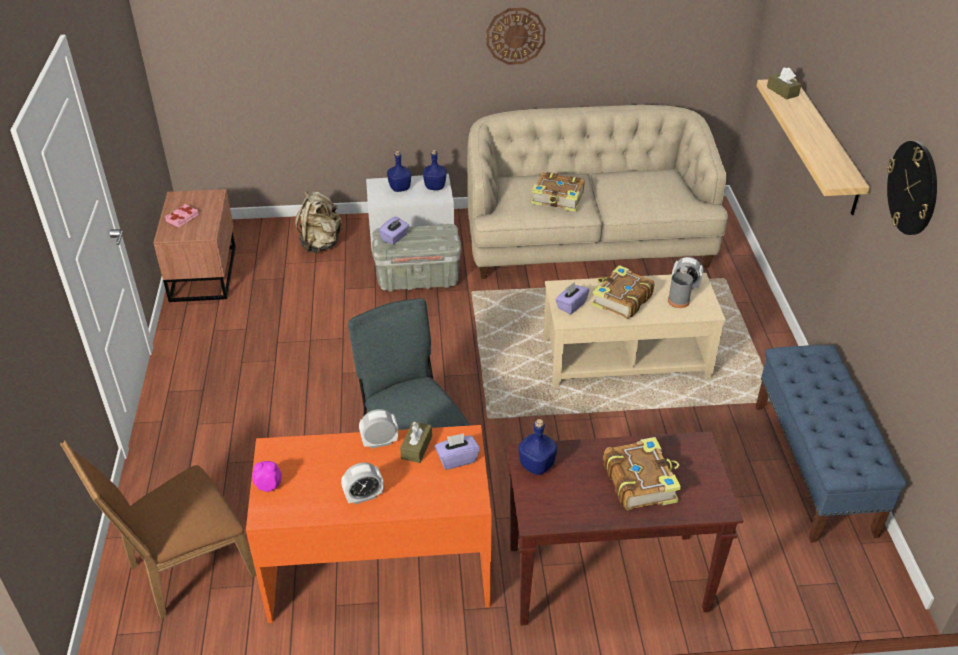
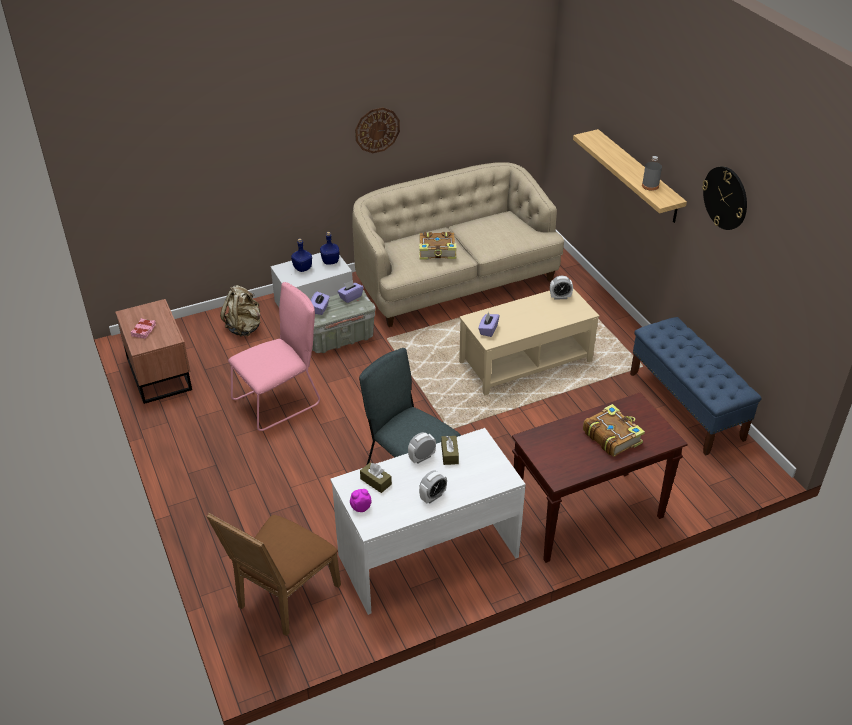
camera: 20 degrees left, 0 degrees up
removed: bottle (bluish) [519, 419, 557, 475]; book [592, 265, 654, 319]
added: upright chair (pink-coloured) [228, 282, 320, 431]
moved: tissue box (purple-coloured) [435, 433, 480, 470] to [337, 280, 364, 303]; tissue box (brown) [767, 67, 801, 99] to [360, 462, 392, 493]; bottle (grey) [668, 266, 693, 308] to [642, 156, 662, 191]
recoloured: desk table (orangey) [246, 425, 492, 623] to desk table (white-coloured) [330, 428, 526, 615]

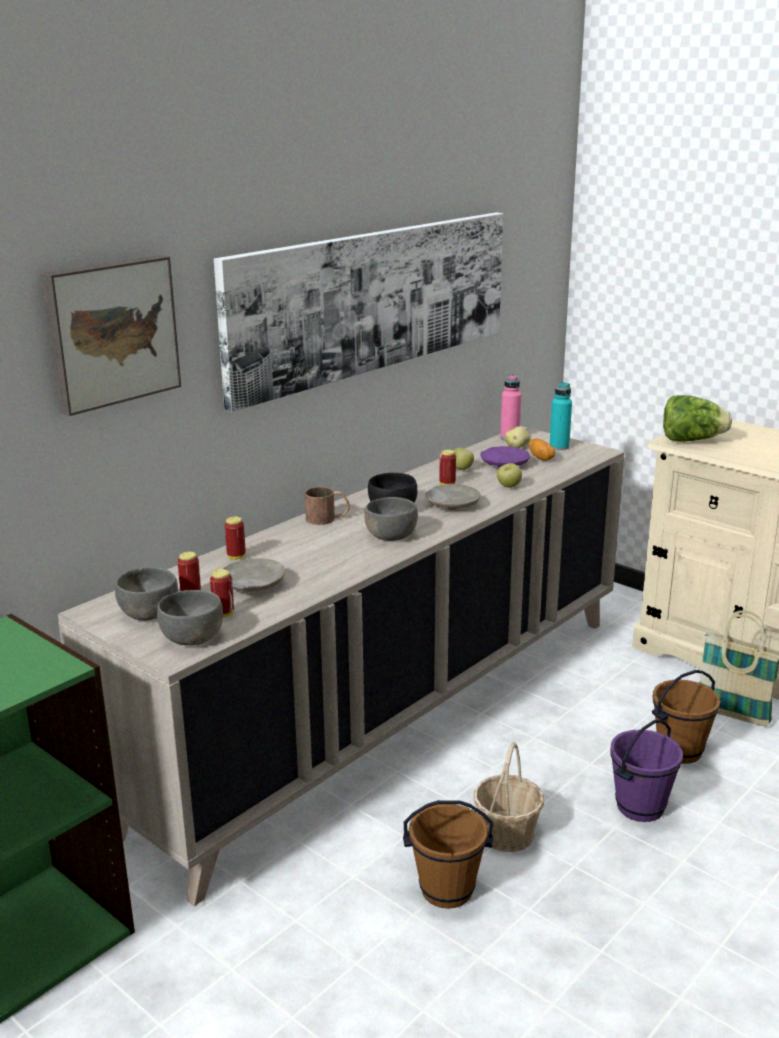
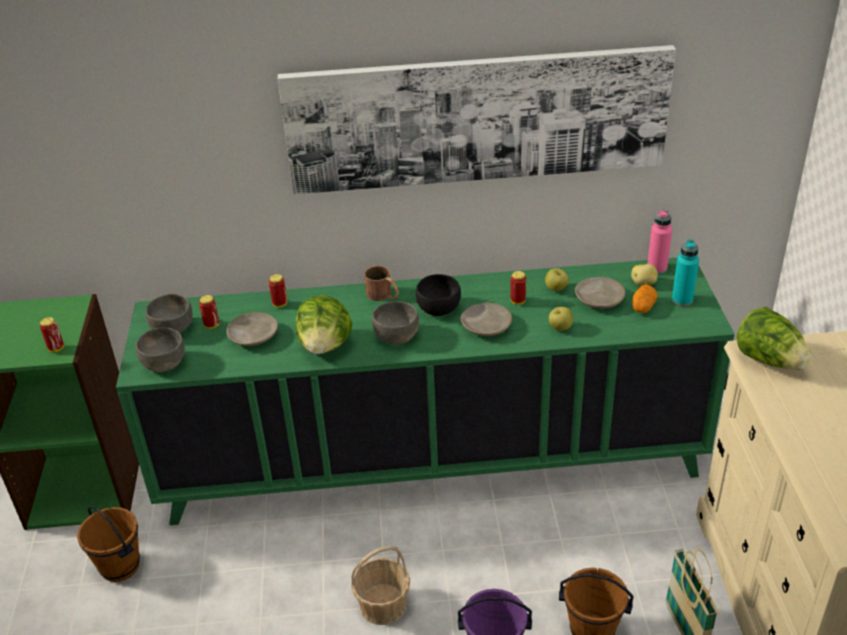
camera: 45 degrees right, 15 degrees up
removed: picture [41, 255, 181, 416]
added: lettuce [295, 295, 353, 354]
moved: sealed can [210, 569, 234, 617] to [40, 317, 64, 352]; pail (brown) [403, 800, 493, 909] to [77, 506, 140, 582]
recoloured: storage cabinet (beige-coloured) [58, 426, 625, 906] to storage cabinet (green) [116, 257, 735, 525]; plate (purple-coloured) [480, 446, 530, 468] to plate (beige-coloured) [575, 277, 625, 309]

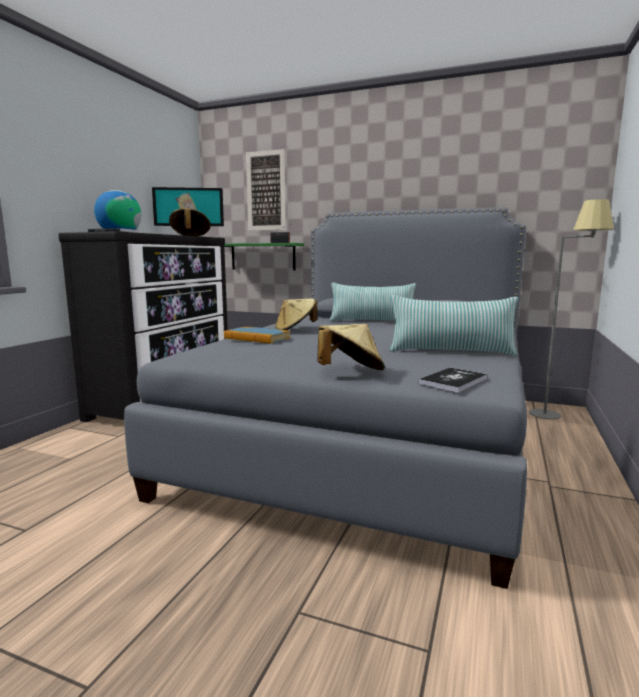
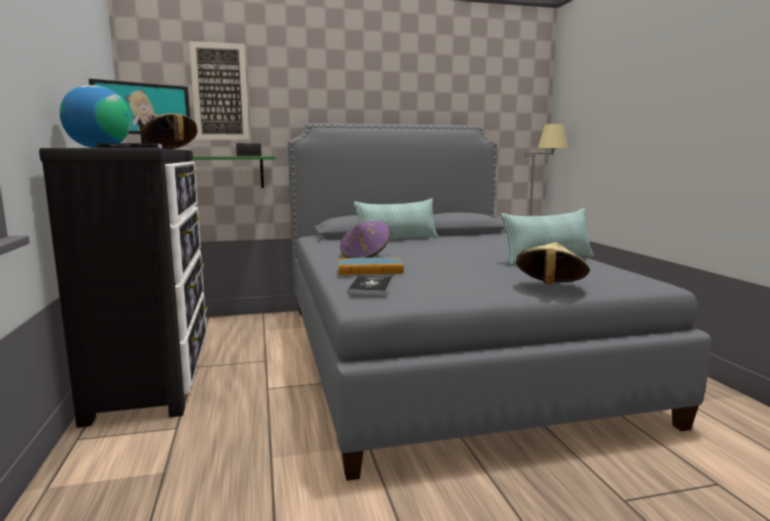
camera: 35 degrees left, 0 degrees up
moved: book [418, 368, 488, 393] to [347, 276, 392, 295]
recoloured: clothing hat (beige-coloured) [275, 298, 318, 330] to clothing hat (purple-coloured) [340, 221, 391, 258]

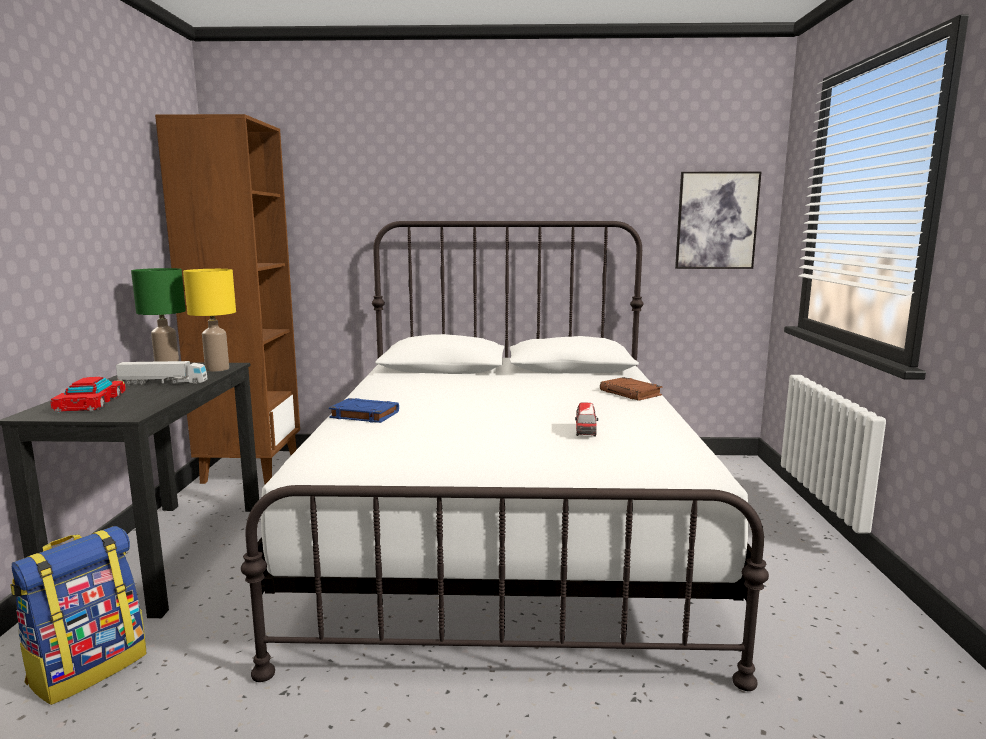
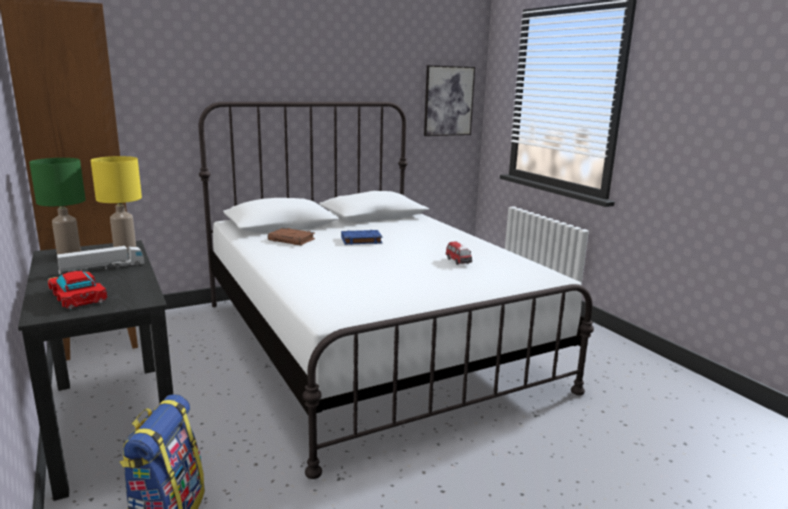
camera: 30 degrees left, 5 degrees up
moved: book (brown) [600, 377, 663, 401] to [268, 228, 315, 245]; book (bluish) [329, 398, 399, 423] to [341, 230, 383, 245]

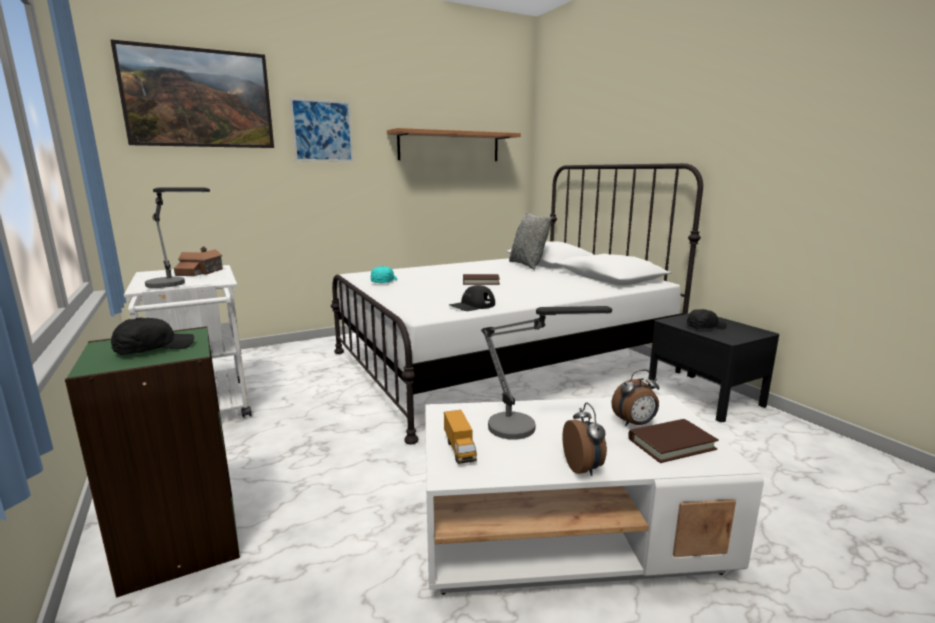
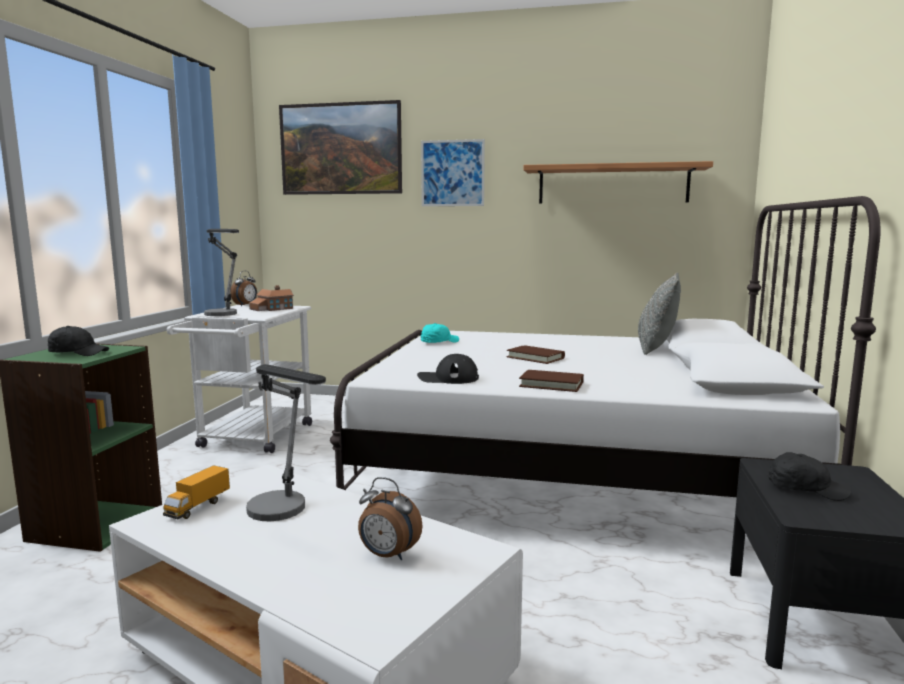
camera: 40 degrees right, 5 degrees down
moved: alarm clock [563, 403, 607, 476] to [230, 271, 257, 306]; book (brown) [628, 419, 719, 463] to [519, 370, 584, 392]

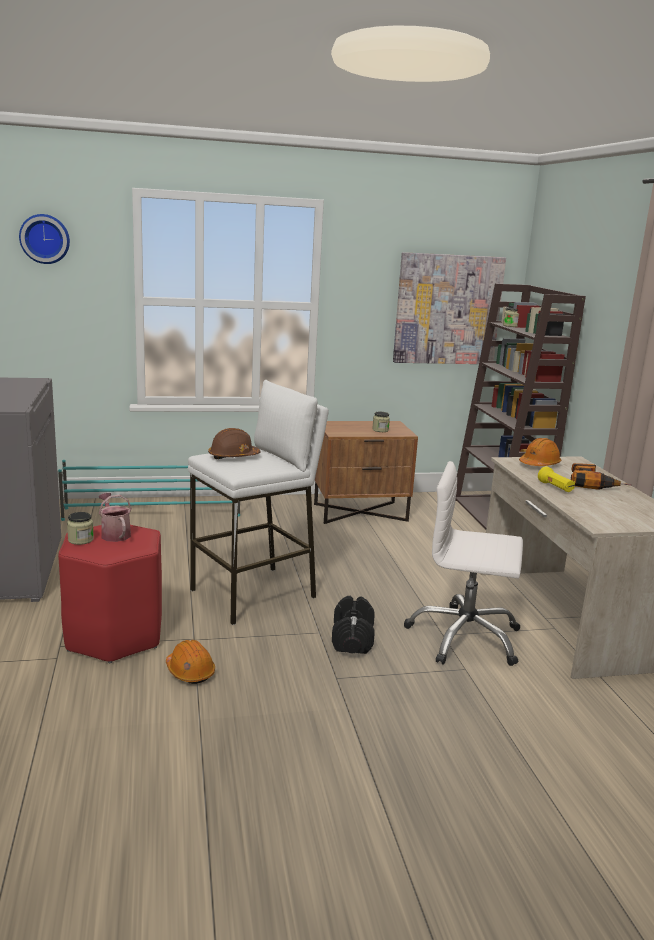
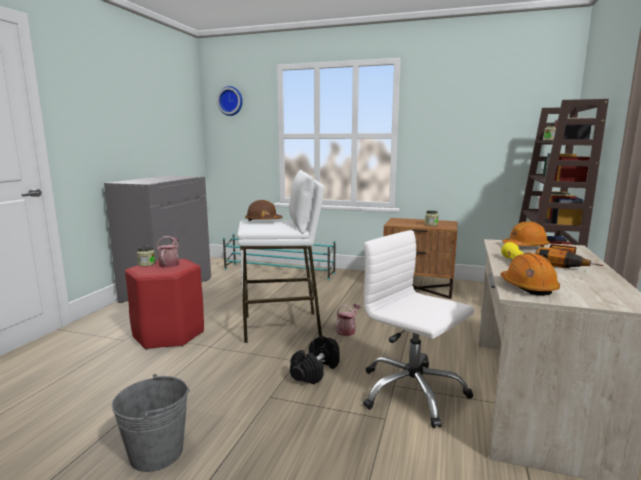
camera: 30 degrees right, 5 degrees down
removed: picture [393, 252, 506, 364]
added: pail (grey) [112, 374, 190, 472]; watering pot [336, 304, 361, 336]
moved: hard hat (orangey) [166, 640, 215, 684] to [500, 253, 560, 296]

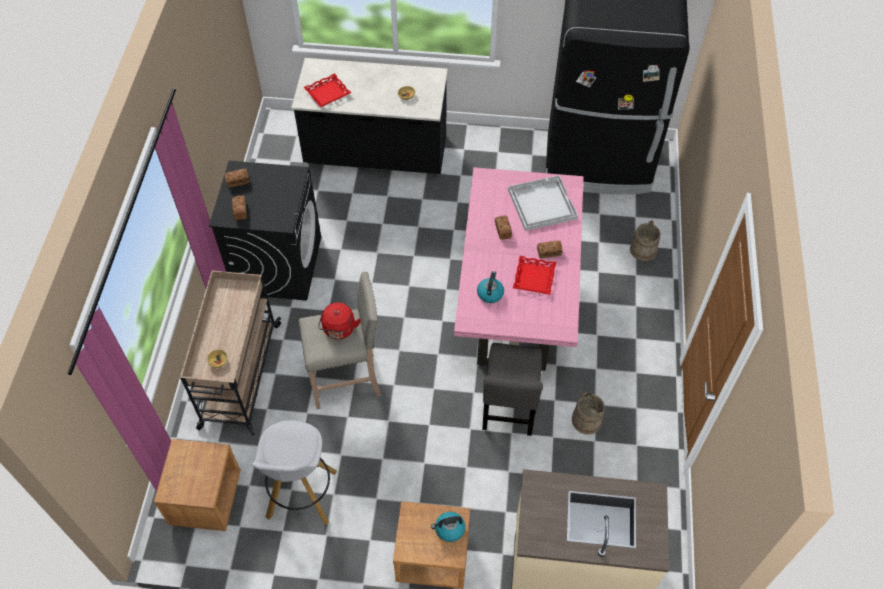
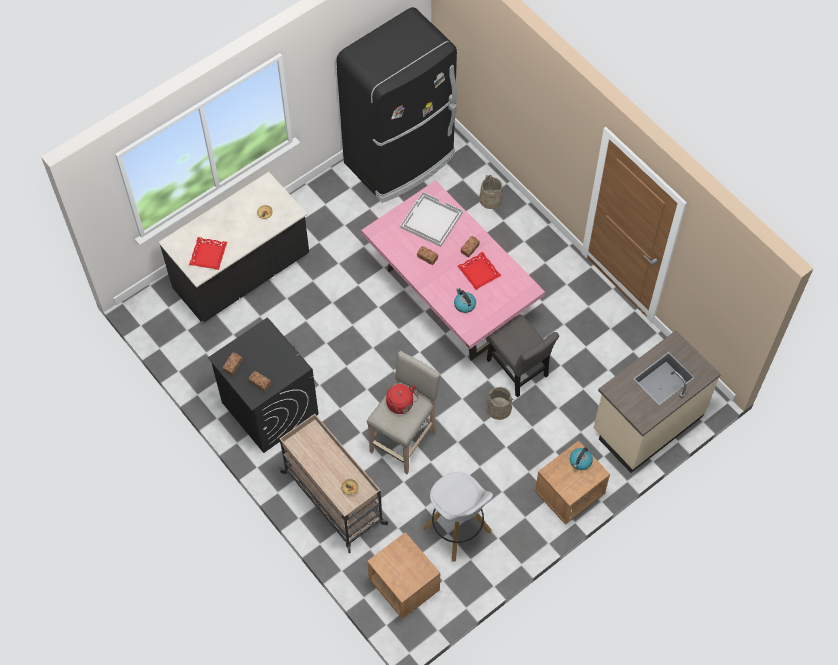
camera: 45 degrees left, 5 degrees up
moved: pail (beige-coloured) [572, 392, 605, 435] to [487, 387, 513, 420]

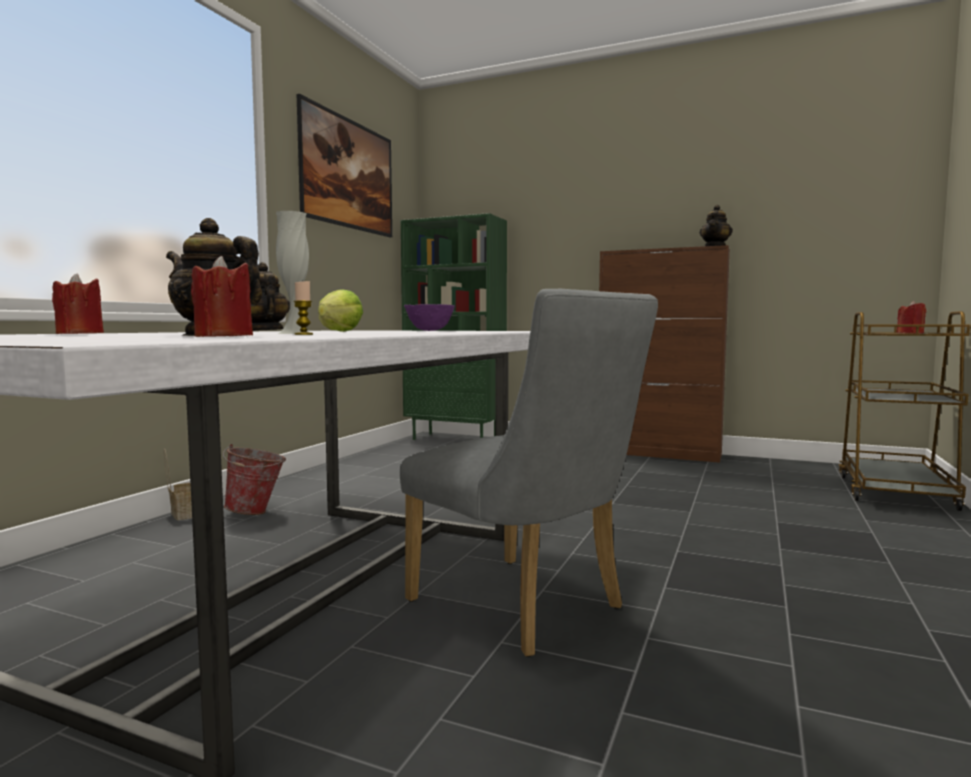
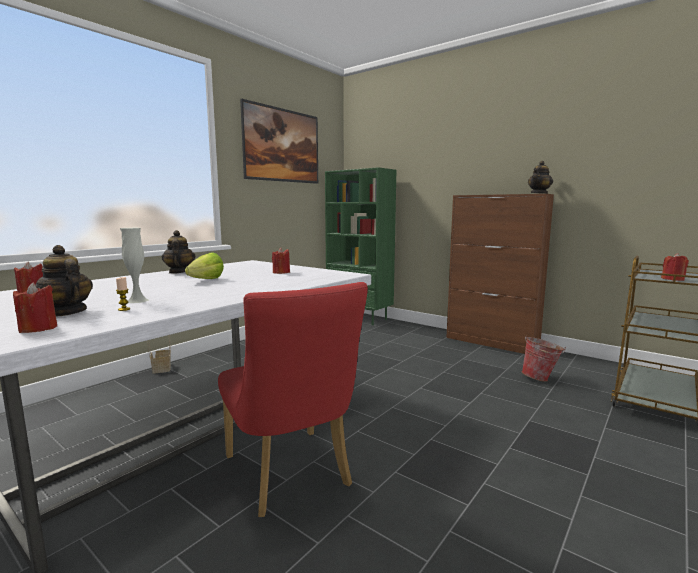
camera: 15 degrees right, 5 degrees up
moved: pail [223, 444, 286, 515] to [521, 336, 566, 382]
replaced: serving bowl (purple-coloured) [404, 304, 455, 331] to candle (reddish) [272, 248, 290, 274]
recoloured: upright chair (grey) [400, 289, 658, 657] to upright chair (reddish) [218, 282, 368, 517]

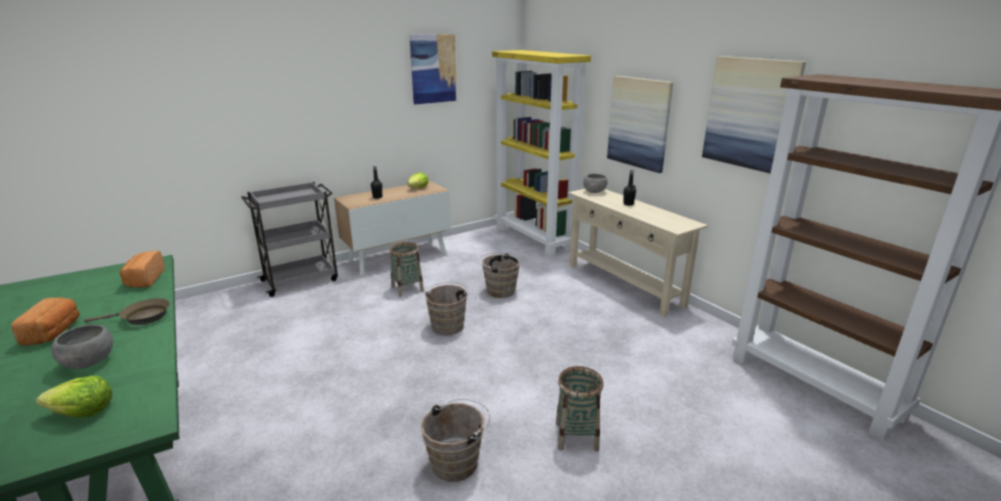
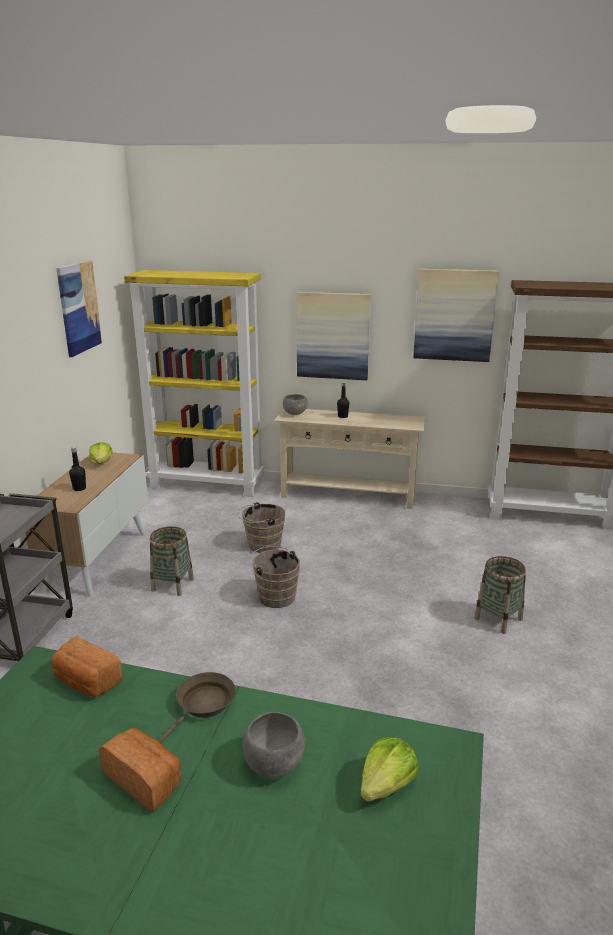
camera: 45 degrees left, 0 degrees up
removed: pail (brown) [421, 399, 490, 482]

